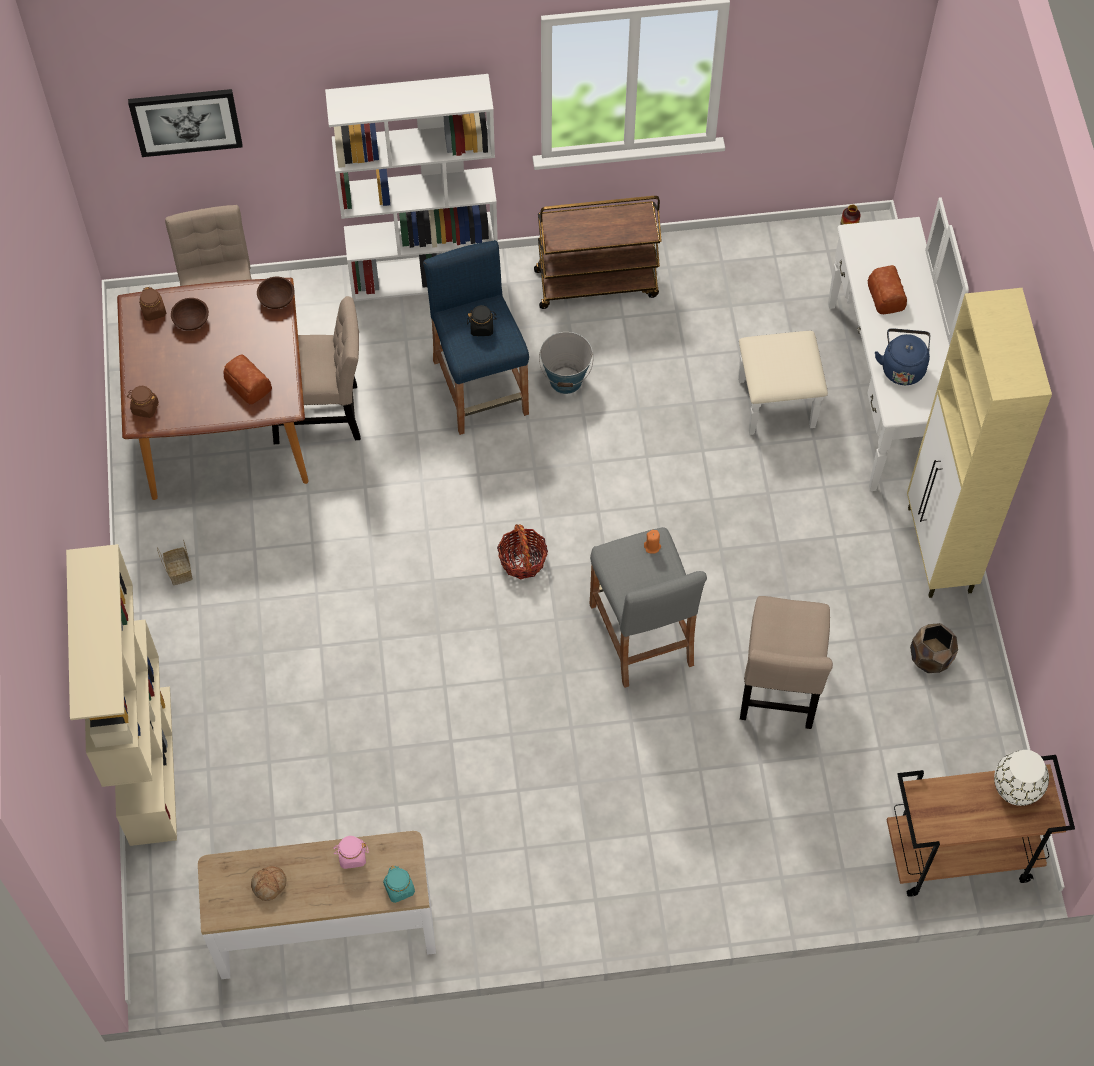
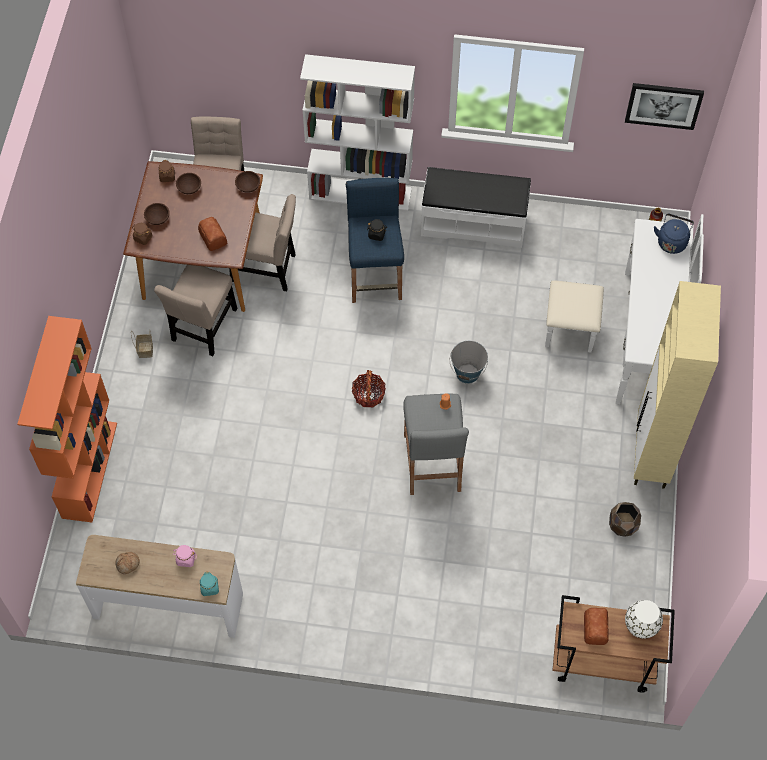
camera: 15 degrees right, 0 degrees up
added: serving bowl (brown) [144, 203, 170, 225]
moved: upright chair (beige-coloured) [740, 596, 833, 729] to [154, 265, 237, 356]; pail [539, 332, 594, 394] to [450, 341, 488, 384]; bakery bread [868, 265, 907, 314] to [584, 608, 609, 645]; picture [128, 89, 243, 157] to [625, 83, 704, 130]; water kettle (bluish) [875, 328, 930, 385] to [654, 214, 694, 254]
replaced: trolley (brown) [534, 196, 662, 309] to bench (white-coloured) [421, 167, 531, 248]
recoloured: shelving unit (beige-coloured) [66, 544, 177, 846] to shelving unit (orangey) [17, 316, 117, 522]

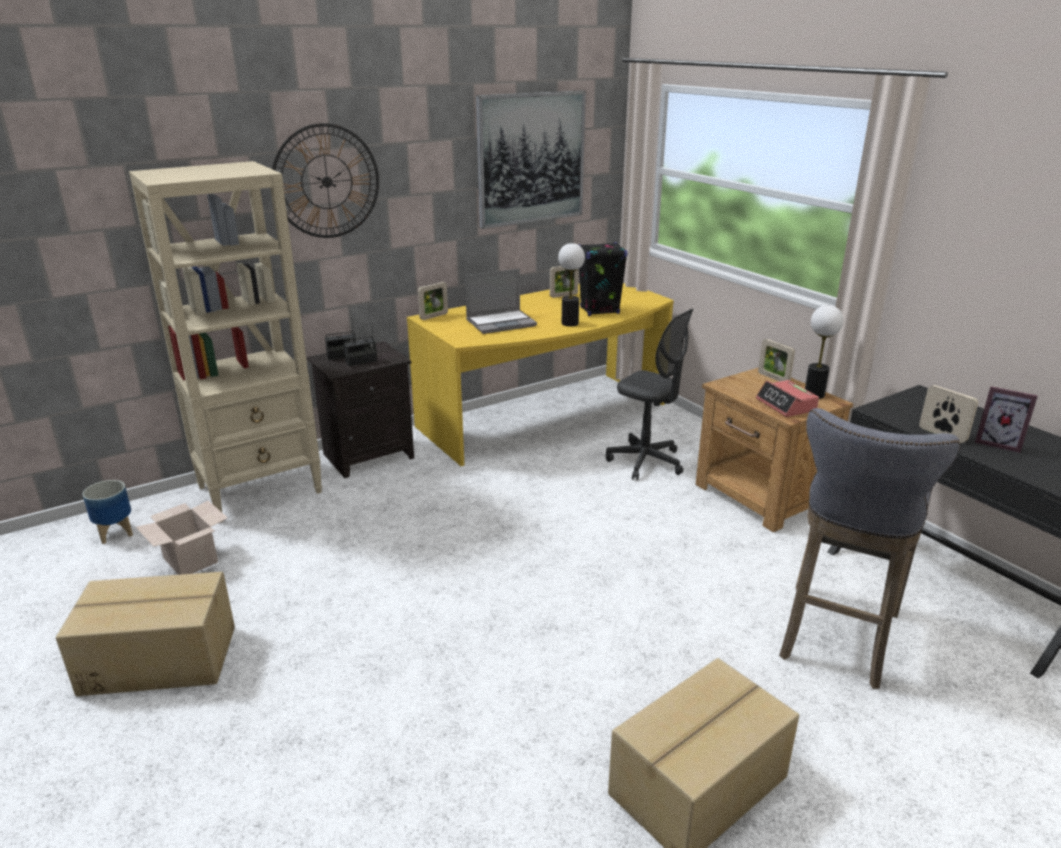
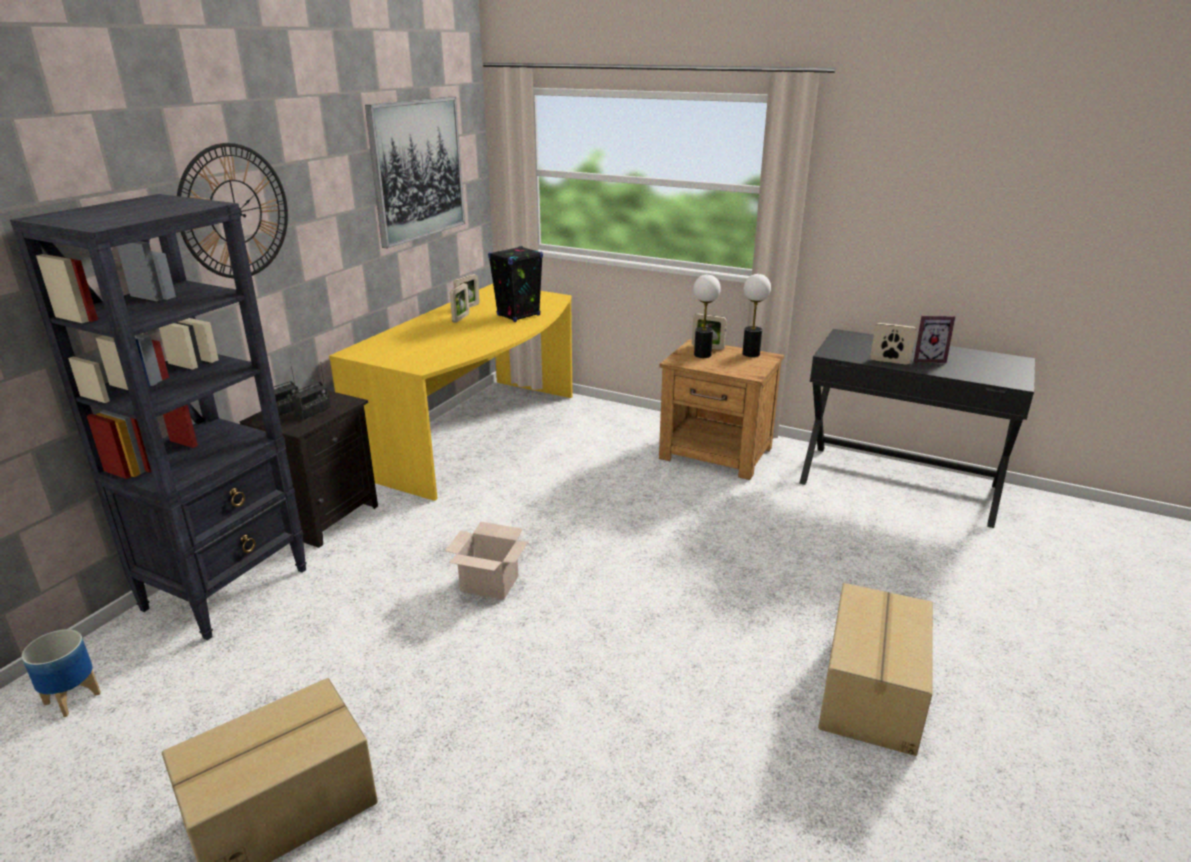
camera: 30 degrees left, 0 degrees up
removed: portable computer [465, 269, 537, 334]; office chair (grey) [606, 309, 693, 480]; alarm clock [756, 380, 819, 417]; stool (grey) [779, 408, 960, 689]
moved: carton [136, 501, 228, 575] to [445, 522, 528, 600]; photo frame [418, 282, 448, 320] to [450, 283, 469, 323]; table lamp [558, 243, 585, 327] to [693, 275, 721, 358]
recoloured: shelving unit (beige-coloured) [129, 161, 322, 523] to shelving unit (black-coloured) [10, 194, 307, 641]

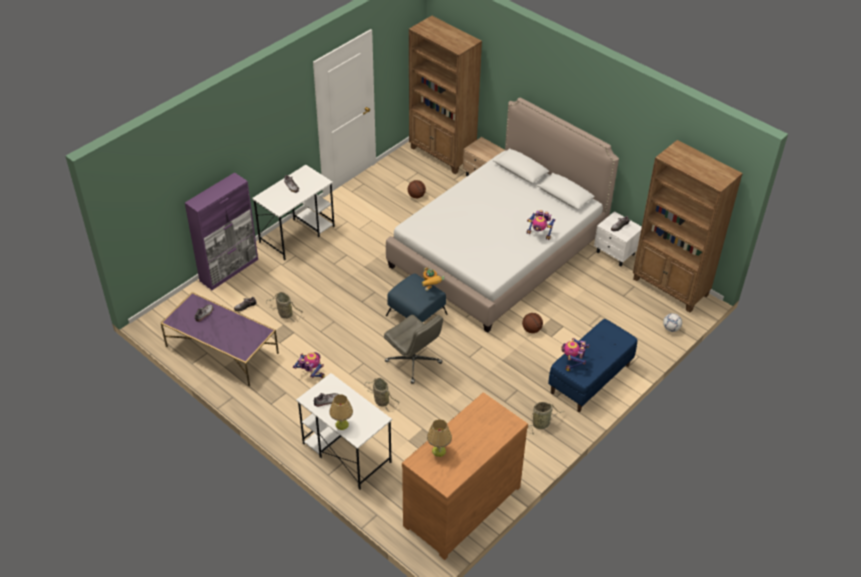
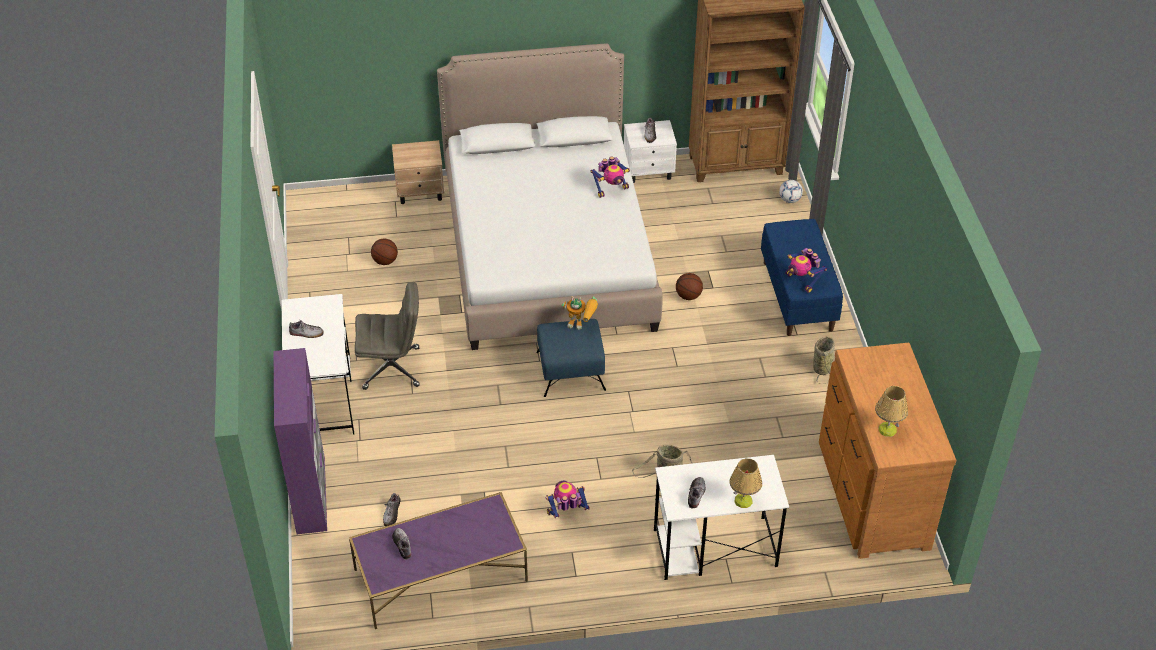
camera: 50 degrees left, 0 degrees up
removed: storage basket [266, 292, 303, 322]; shelving unit (brown) [409, 16, 482, 174]
moved: office chair (grey) [384, 315, 443, 384] to [355, 282, 420, 390]

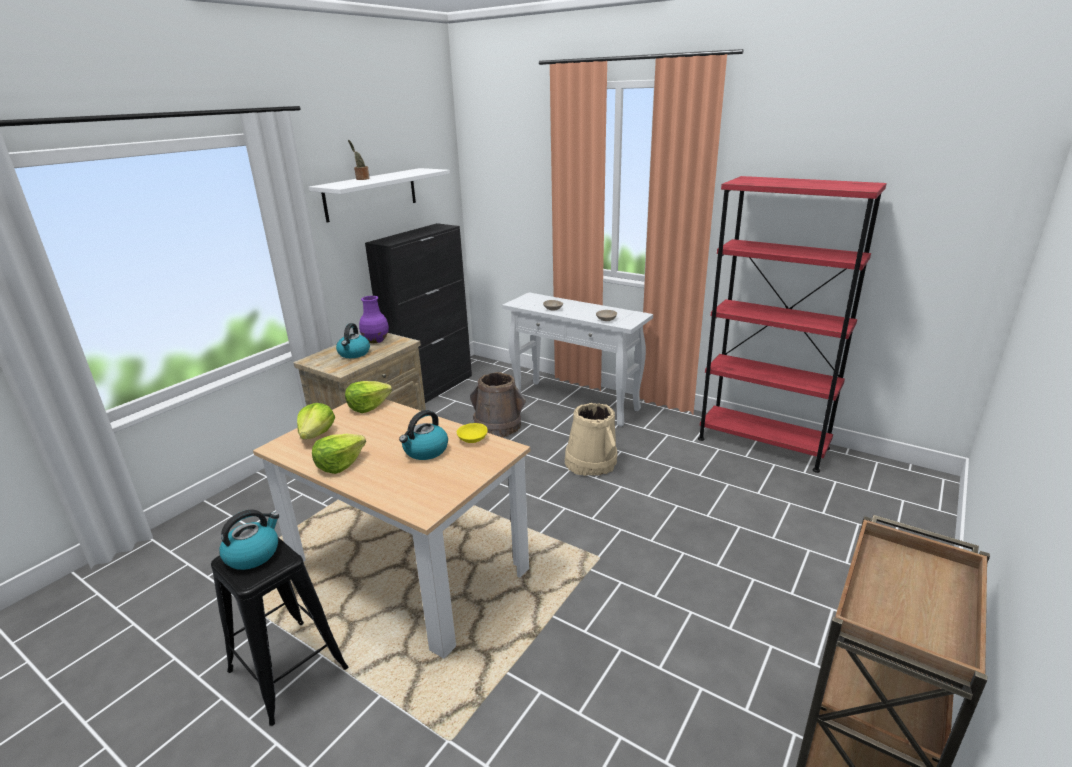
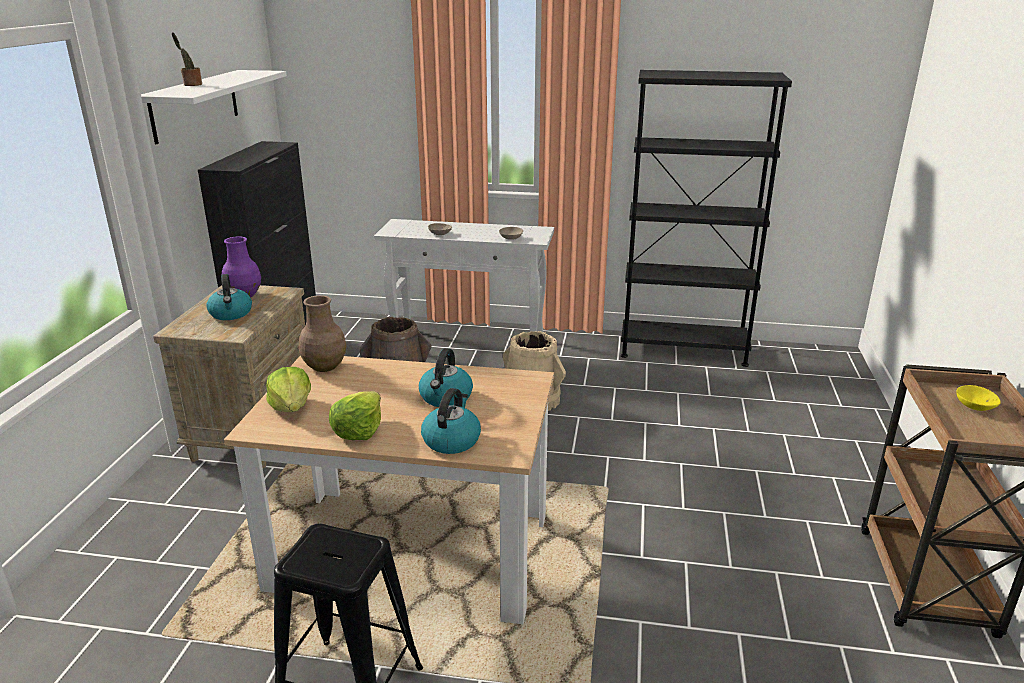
camera: 25 degrees left, 0 degrees up
moved: water kettle [219, 509, 279, 570] to [421, 388, 481, 454]; serving bowl (yellow-coloured) [457, 423, 488, 443] to [956, 385, 1000, 411]
replaced: lettuce [345, 381, 392, 413] to decorative vase (brown) [299, 295, 346, 372]
recoloured: shelving unit (reddish) [698, 176, 887, 473] to shelving unit (black-coloured) [621, 70, 792, 367]

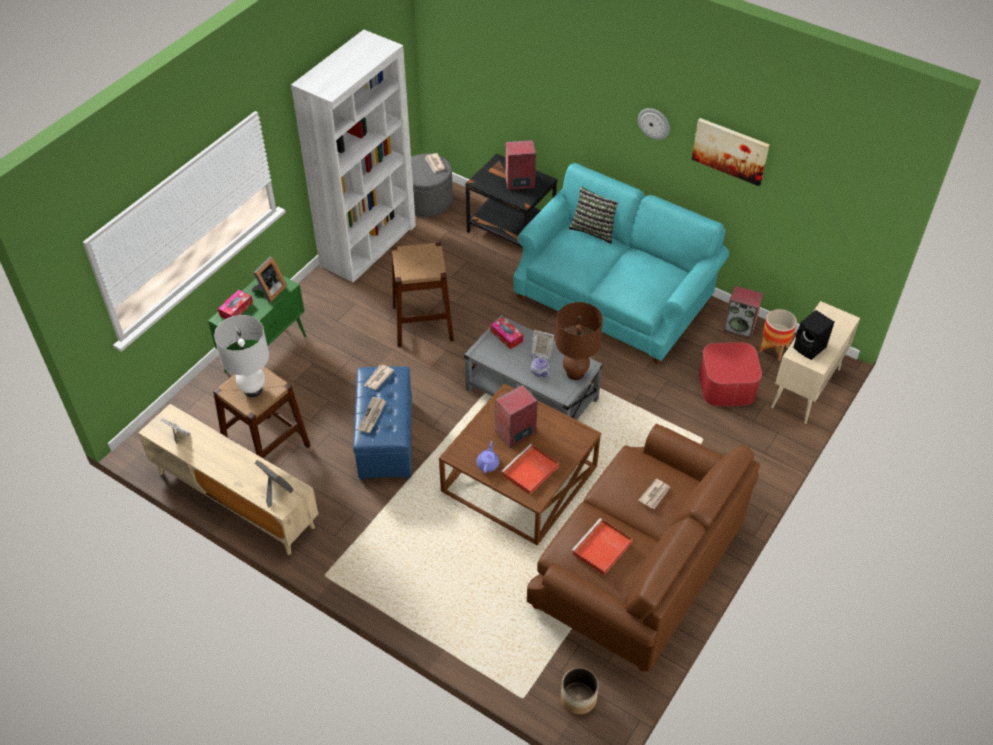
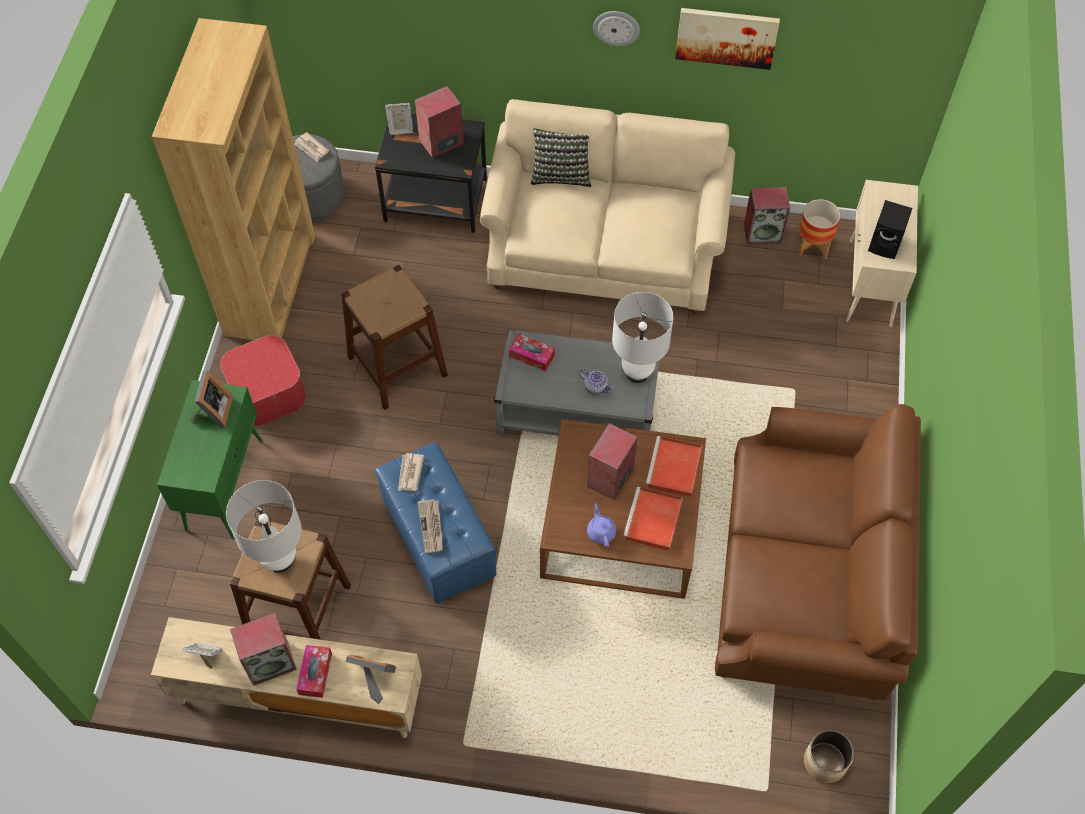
camera: 25 degrees left, 10 degrees up
removed: daily paper [639, 478, 670, 509]
added: speaker [230, 613, 297, 686]
moved: footrest [699, 342, 762, 407] to [220, 335, 306, 426]; tissue box [218, 290, 253, 319] to [296, 645, 332, 698]; photo frame [531, 330, 554, 359] to [385, 103, 413, 135]; tray (reddish) [571, 518, 633, 575] to [646, 436, 702, 497]
recoloured: shelving unit (white-coloured) [291, 30, 416, 283] to shelving unit (brown) [152, 18, 315, 340]; settee (turquoise) [513, 163, 729, 364] to settee (beige-coloured) [480, 99, 735, 314]; table lamp (brown) [555, 302, 603, 380] to table lamp (white-coloured) [612, 292, 674, 383]

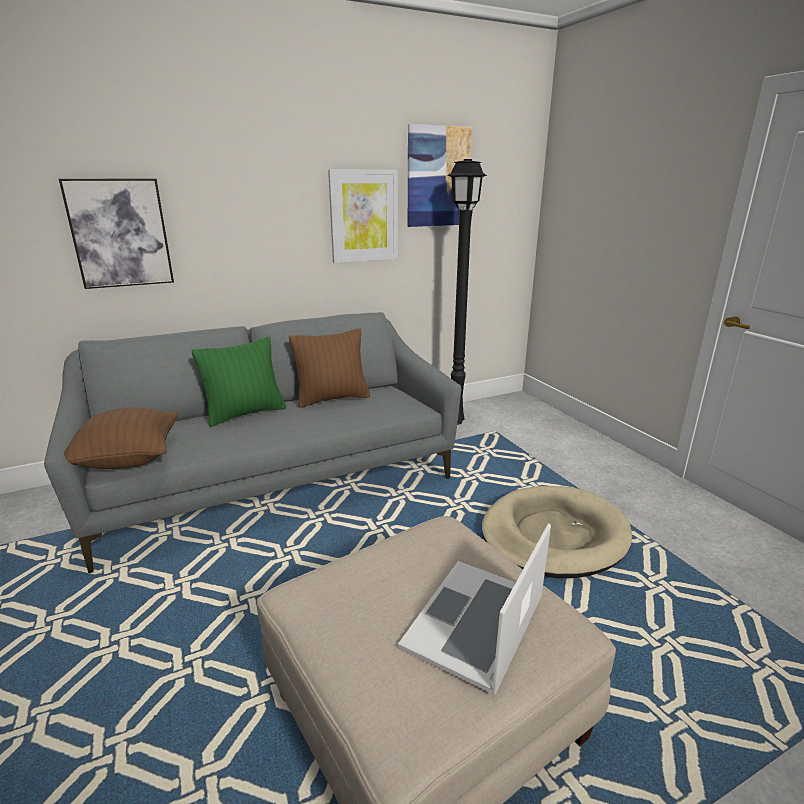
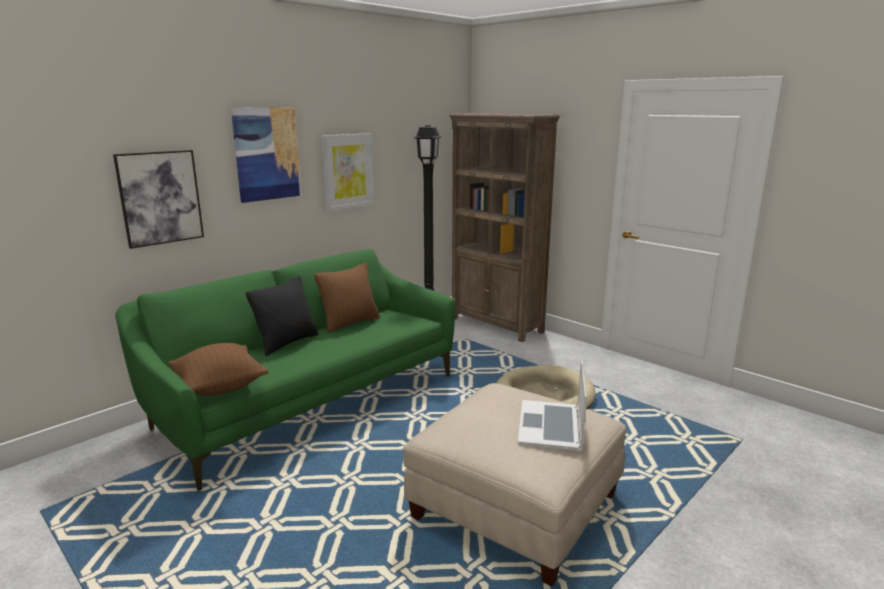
camera: 20 degrees left, 5 degrees down
added: shelving unit (brown) [449, 113, 560, 342]
moved: picture [408, 124, 472, 227] to [231, 107, 301, 203]
recoloured: settee (grey) [44, 312, 461, 573] to settee (green) [115, 249, 456, 491]; cushion (green) [192, 337, 286, 427] to cushion (black-coloured) [246, 276, 319, 356]

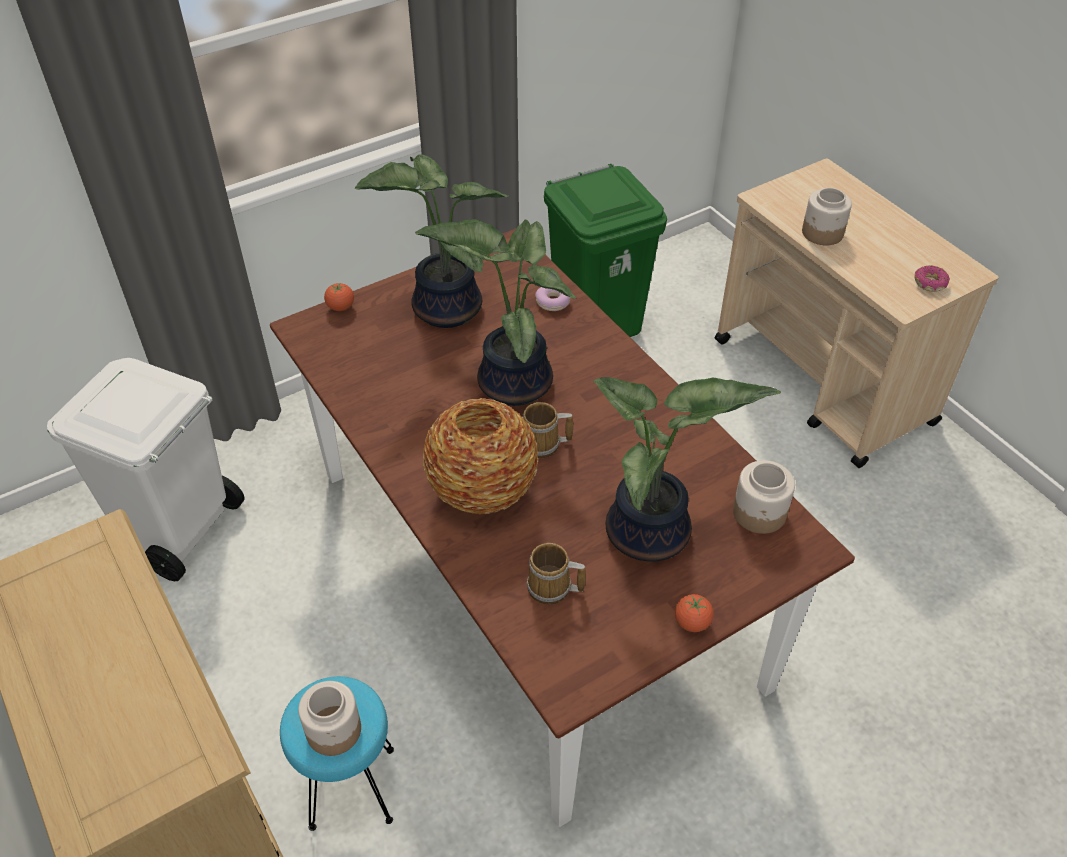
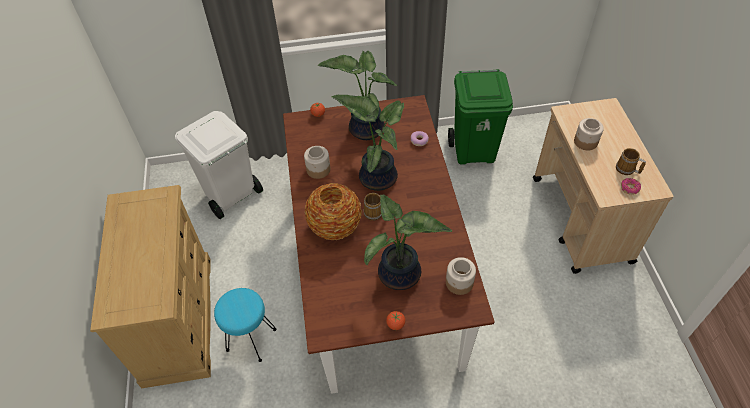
camera: 25 degrees right, 5 degrees up
moved: preserve jar [298, 681, 361, 756] to [304, 146, 330, 179]; tea mug [527, 543, 586, 605] to [616, 148, 646, 175]

